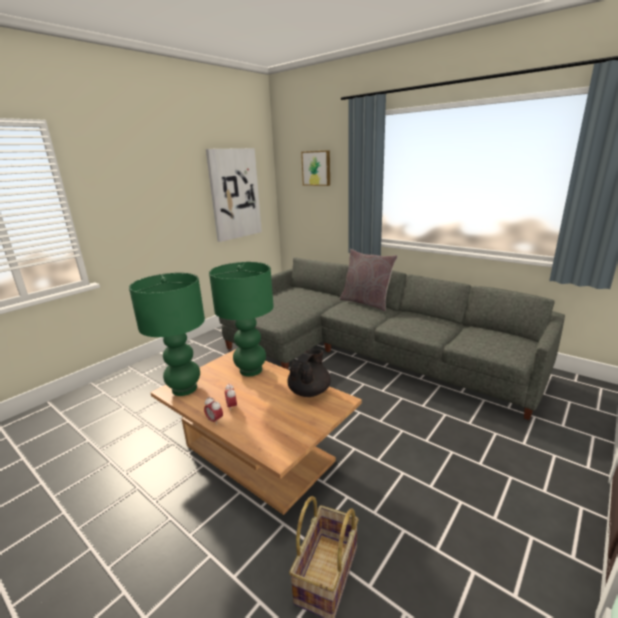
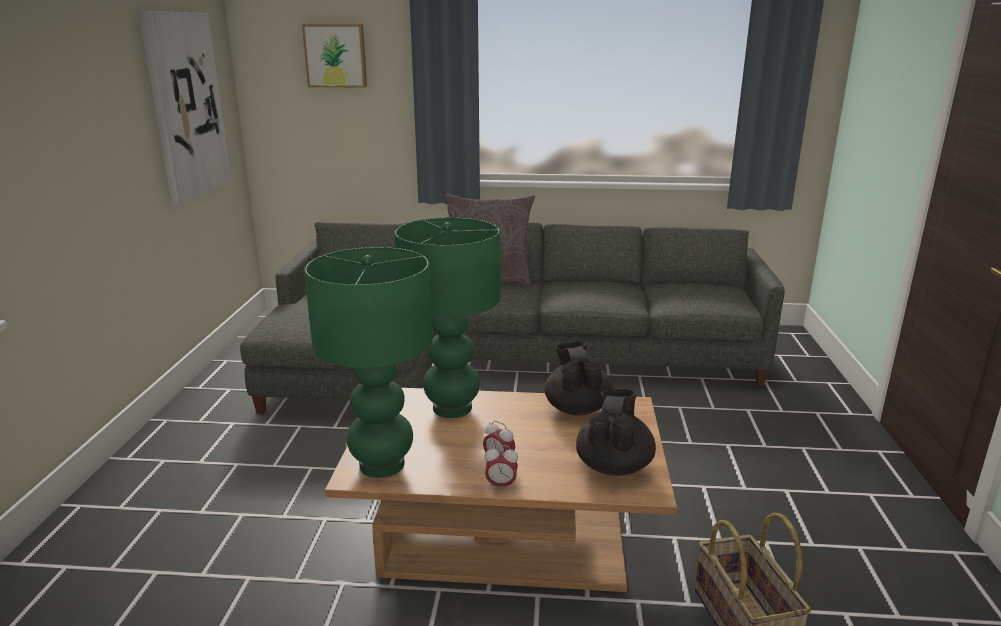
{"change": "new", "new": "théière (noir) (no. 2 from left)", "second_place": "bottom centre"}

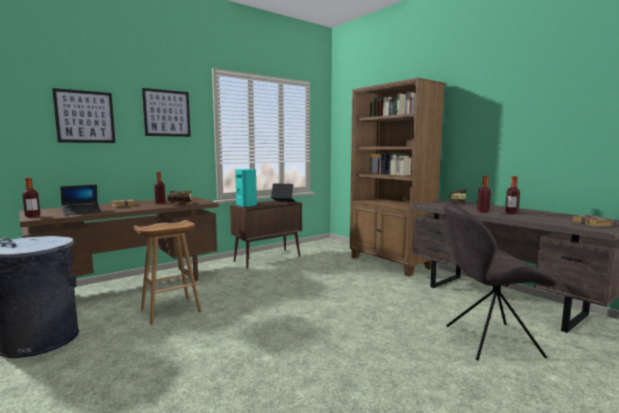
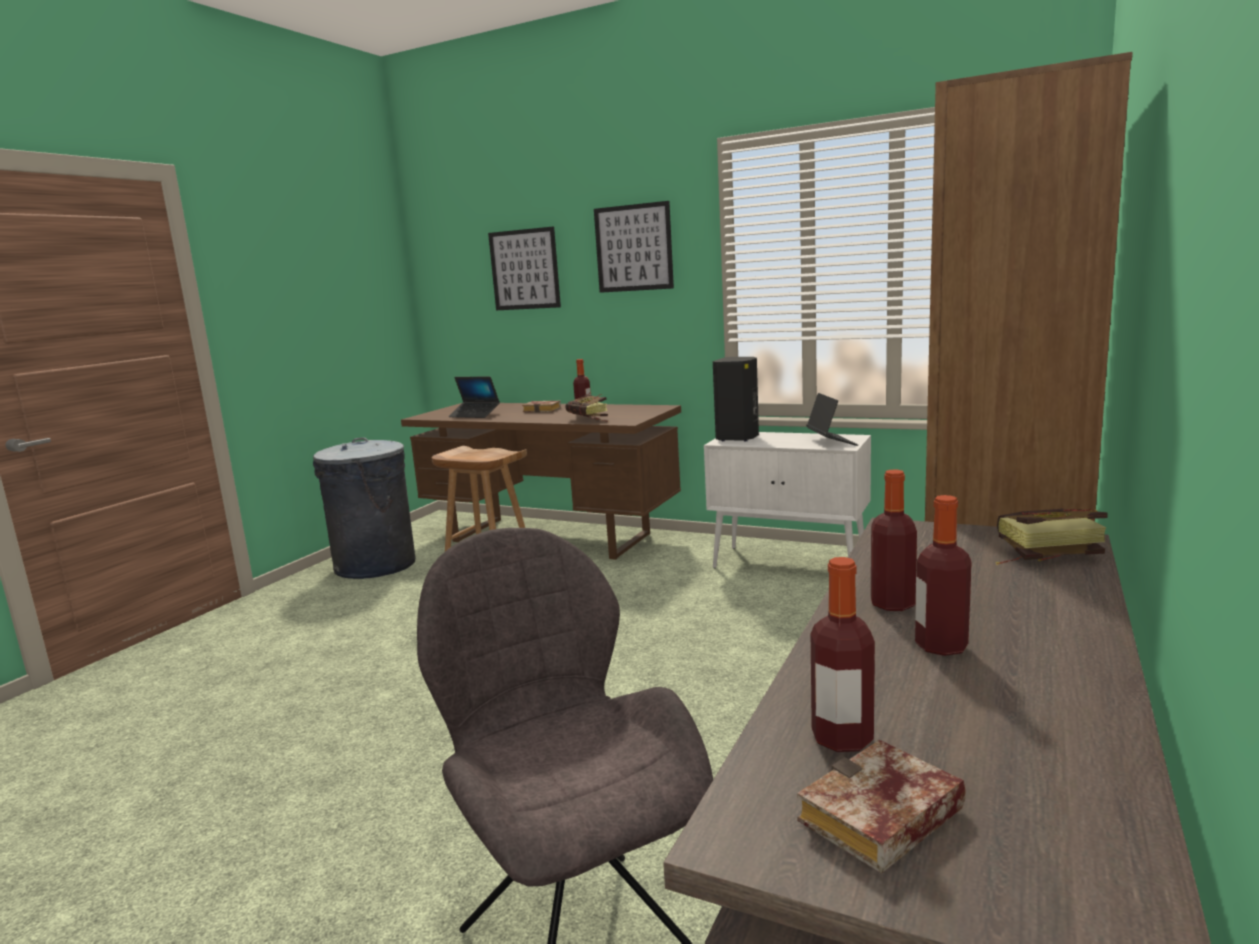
{"change": "shifted", "old": "bouteille (no. 1 from left in the first image)", "new": "bouteille (no. 2 from left)", "first_place": "middle left", "second_place": "bottom right"}
{"change": "repainted", "old": "meuble de rangement (marron)", "new": "meuble de rangement (blanc)", "first_place": "centre", "second_place": "centre"}
{"change": "repainted", "old": "enceinte (turquoise)", "new": "enceinte (noir)", "first_place": "centre", "second_place": "centre"}

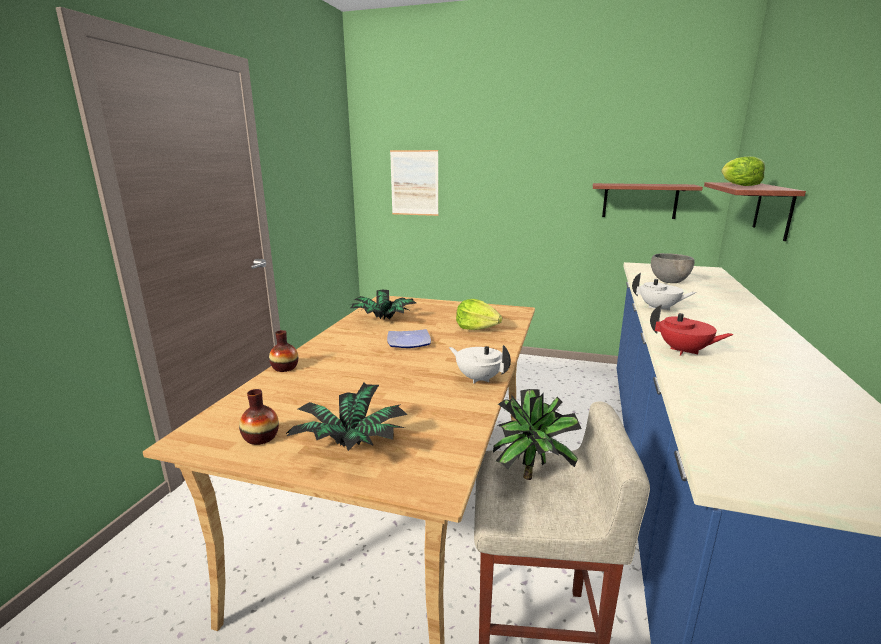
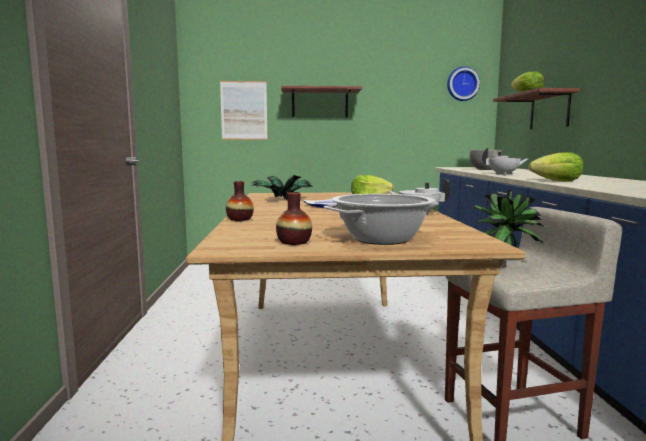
{"change": "new", "new": "horloge murale", "second_place": "top right"}
{"change": "shifted", "old": "étagère (no. 1 from left)", "first_place": "top right", "second_place": "top centre"}
{"change": "swapped", "old": "plante en pot (no. 1 from left)", "new": "marmite", "first_place": "centre", "second_place": "centre"}
{"change": "swapped", "old": "théière (rouge)", "new": "laitue (no. 3 from left)", "first_place": "middle right", "second_place": "middle right"}

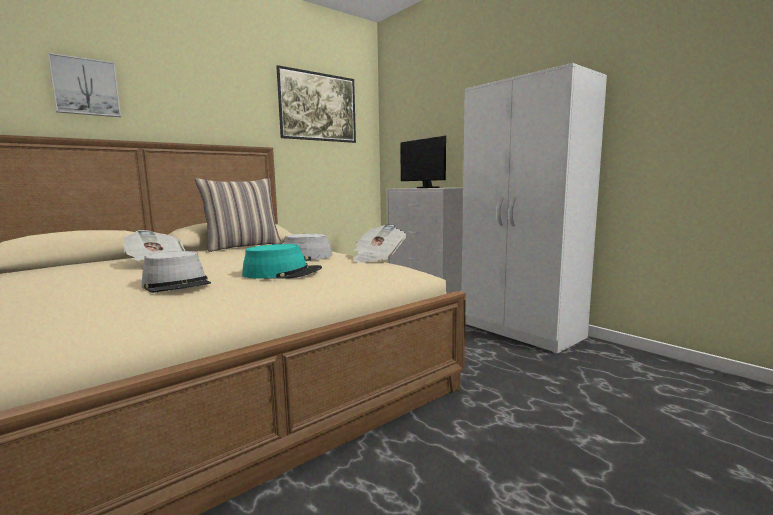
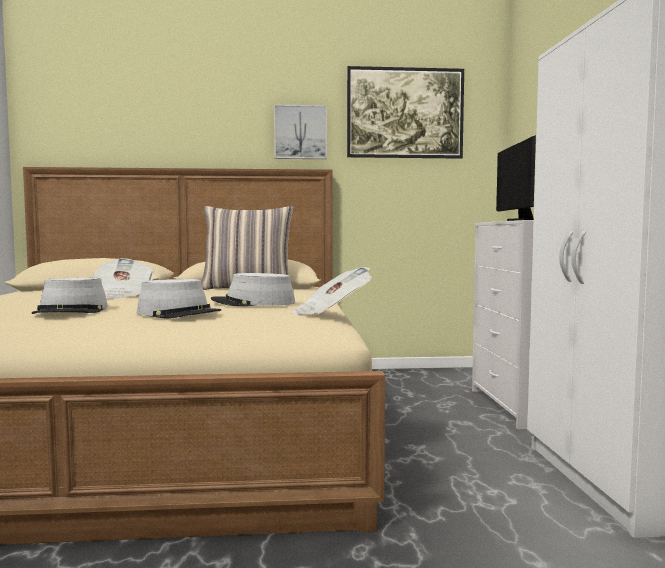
{"change": "shifted", "old": "tableau (no. 1 from left)", "first_place": "top left", "second_place": "top centre"}
{"change": "repainted", "old": "chapeau (turquoise)", "new": "chapeau (gris) (no. 2 from left)", "first_place": "centre", "second_place": "middle left"}

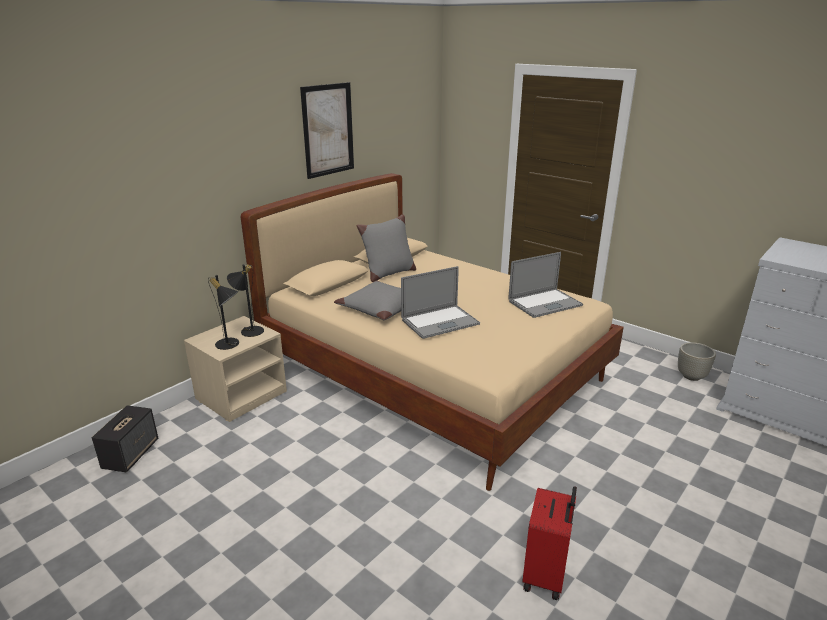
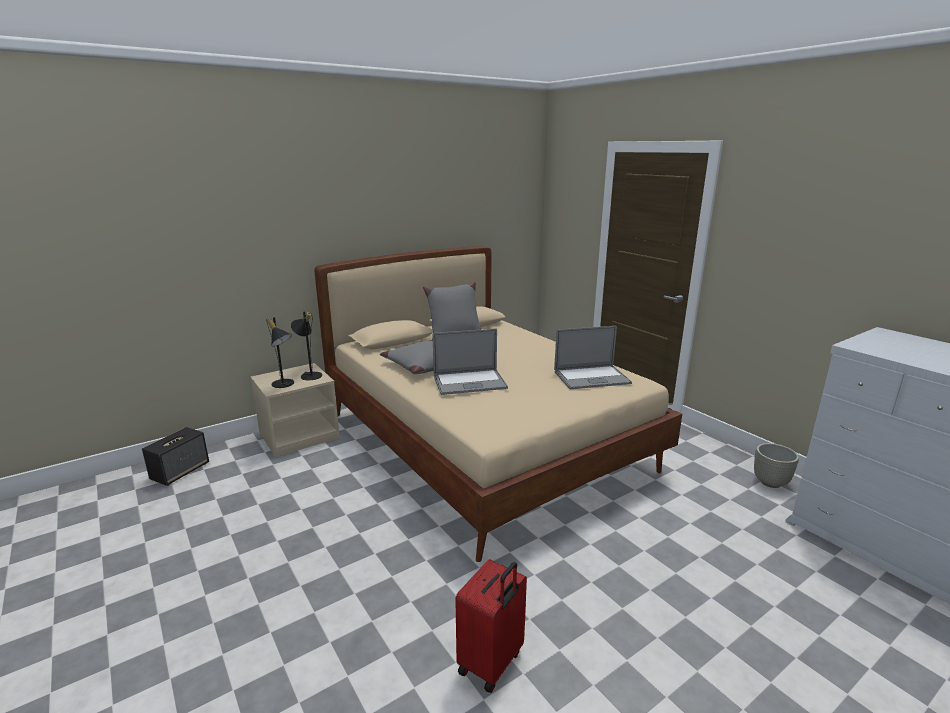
{"change": "gone", "old": "tableau", "first_place": "top centre"}

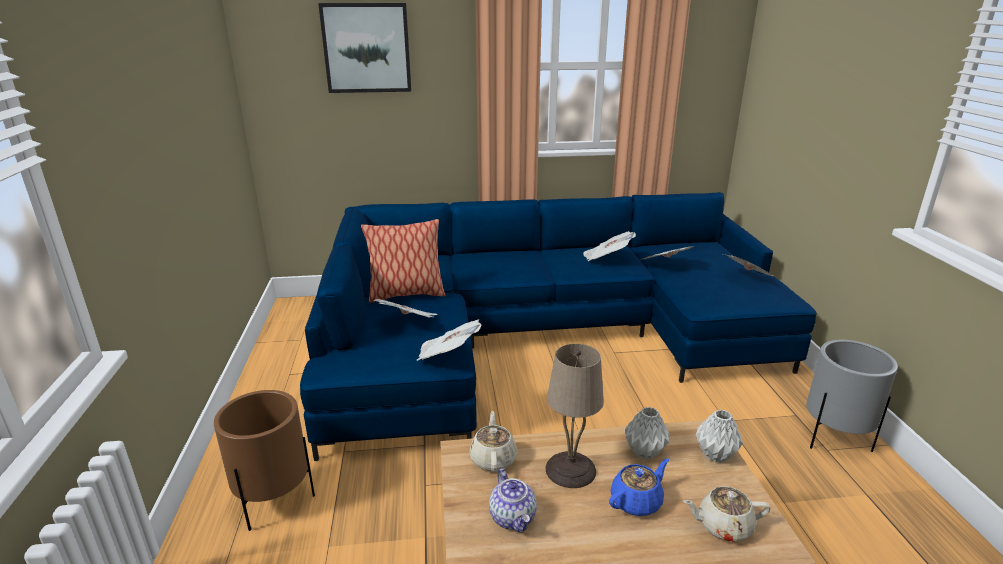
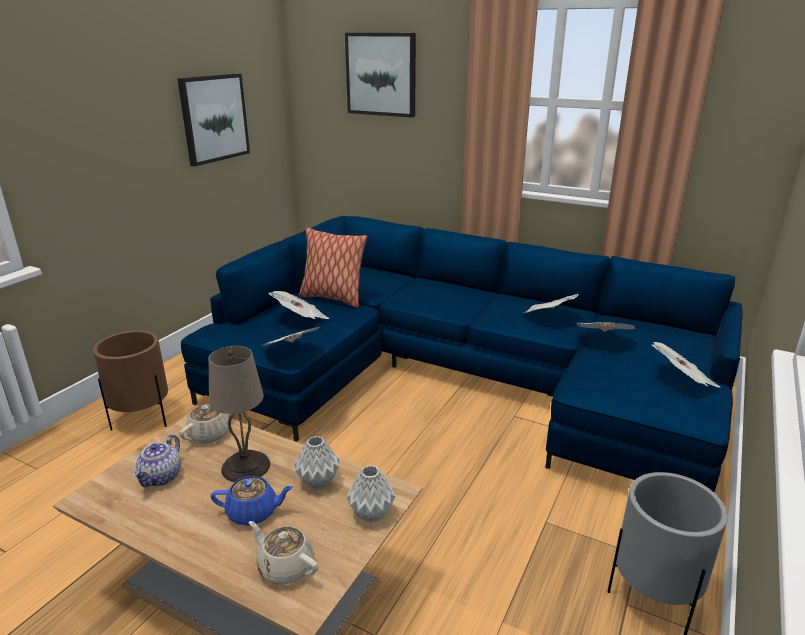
{"change": "new", "new": "tableau (no. 1 from left)", "second_place": "top left"}

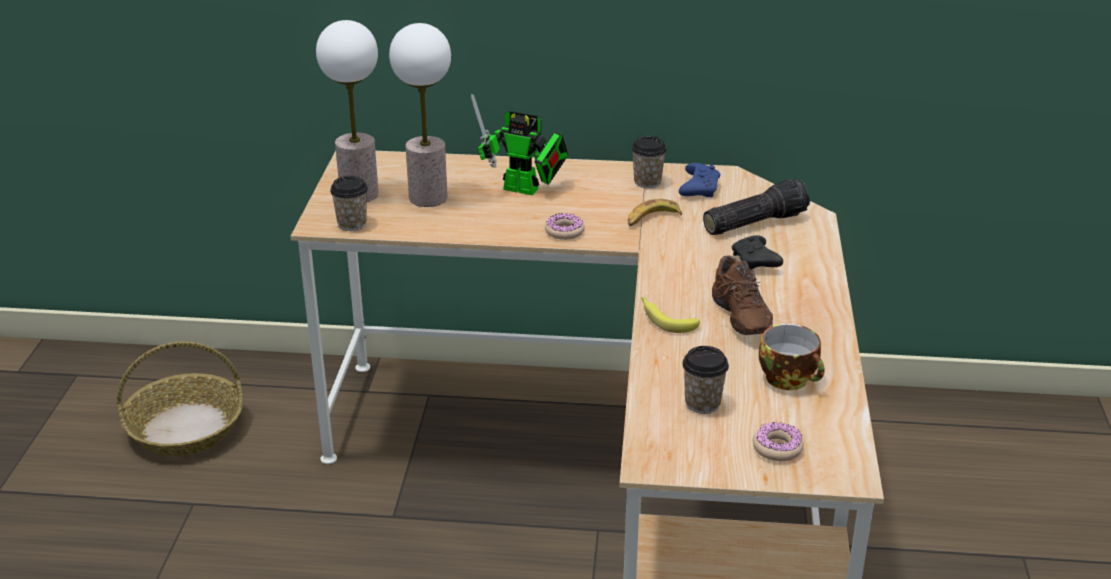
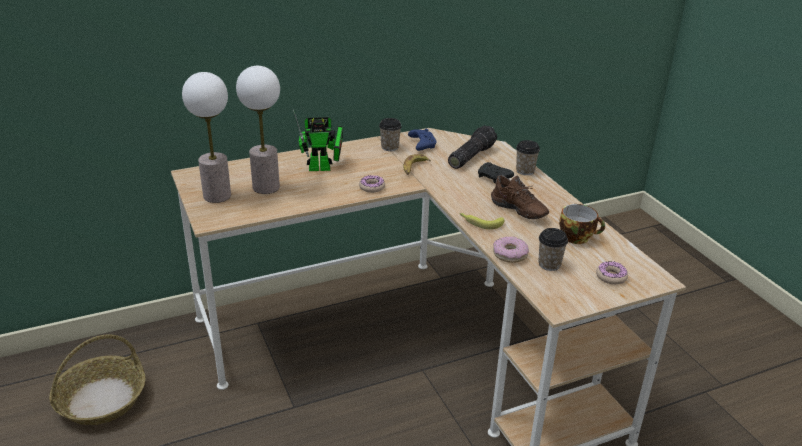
{"change": "new", "new": "beignet (no. 2 from left)", "second_place": "centre"}
{"change": "shifted", "old": "tasse (no. 1 from left in the first image)", "new": "tasse (no. 2 from left)", "first_place": "middle left", "second_place": "centre"}

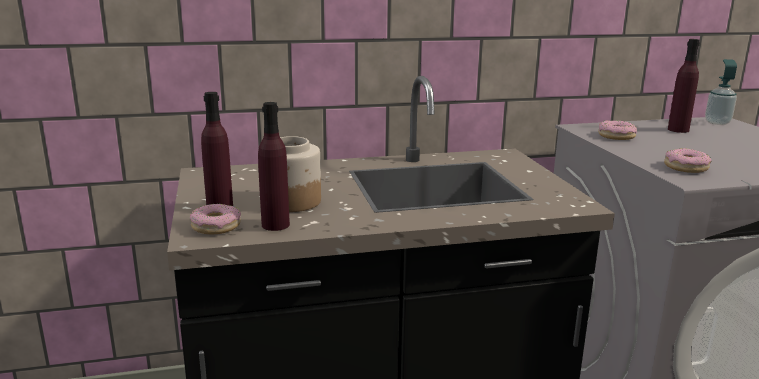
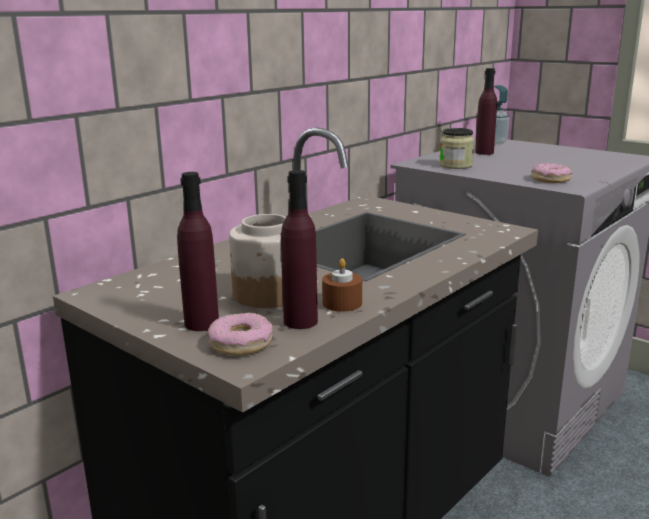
{"change": "new", "new": "bougie (marron)", "second_place": "centre"}
{"change": "swapped", "old": "beignet (no. 2 from left)", "new": "bocal (no. 2 from left)", "first_place": "middle right", "second_place": "top right"}

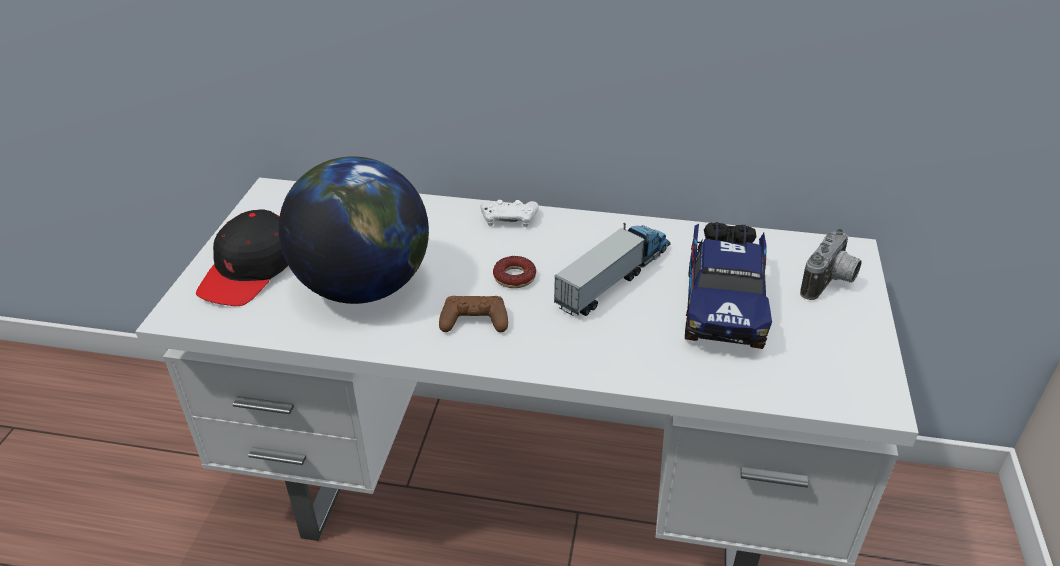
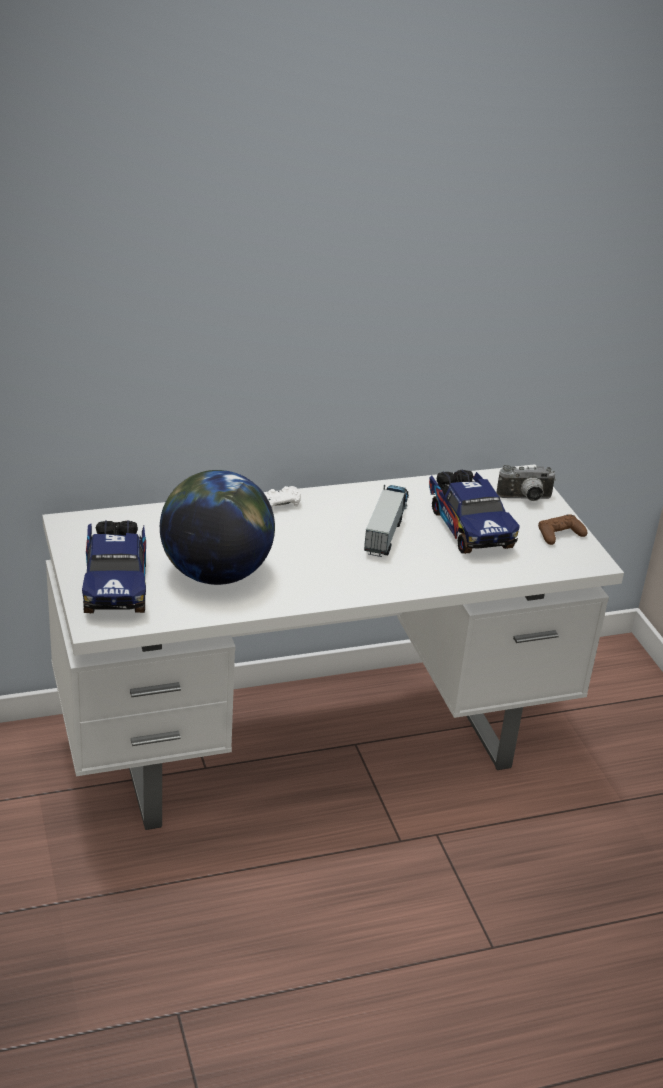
{"change": "gone", "old": "beignet", "first_place": "centre"}
{"change": "shifted", "old": "manette (marron)", "first_place": "centre", "second_place": "middle right"}
{"change": "swapped", "old": "casquette (noir)", "new": "camion jouet (no. 1 from left)", "first_place": "middle left", "second_place": "middle left"}
{"change": "rotated", "old": "appareil photo", "first_place": "middle right", "second_place": "middle right", "degrees": 75}

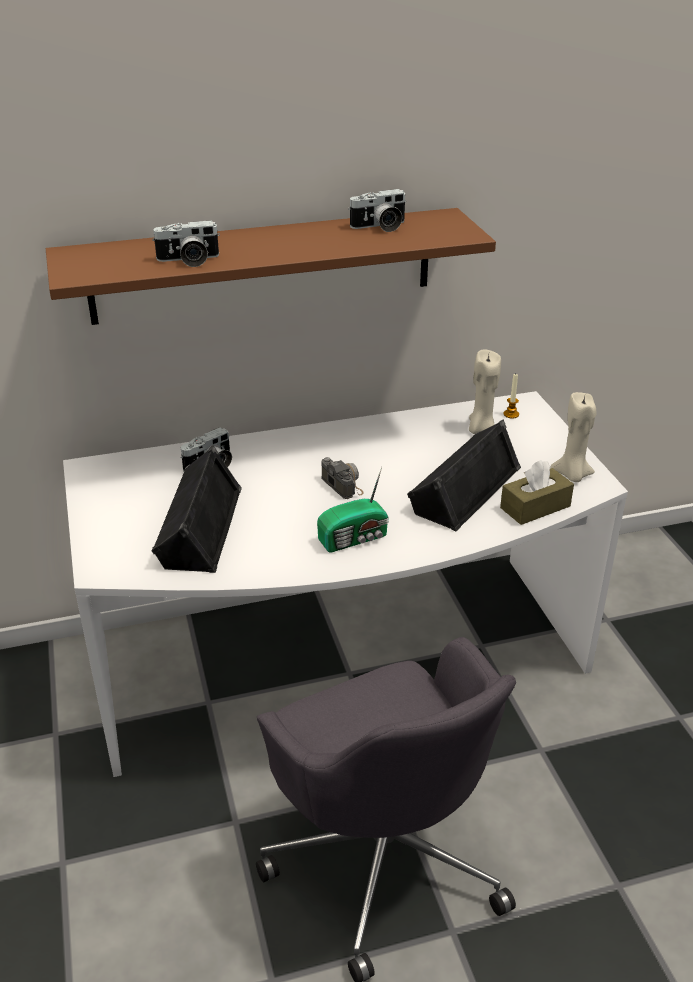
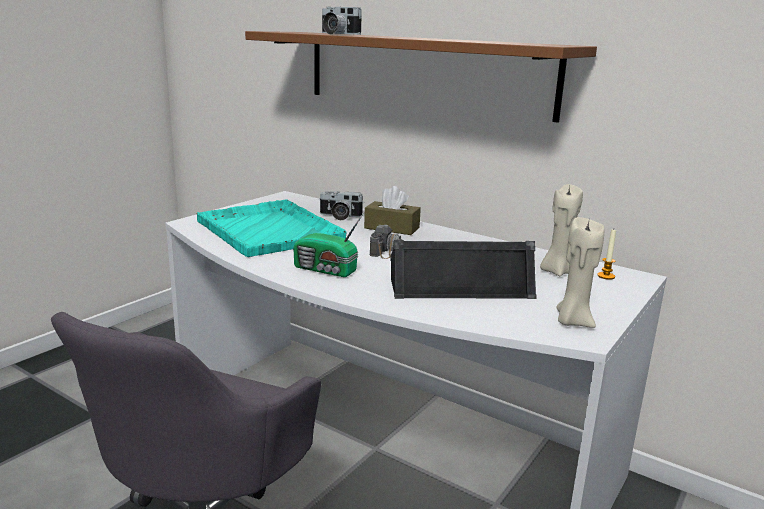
{"change": "gone", "old": "appareil photo (no. 4 from left)", "first_place": "top centre"}
{"change": "shifted", "old": "boîte à mouchoirs (marron)", "first_place": "middle right", "second_place": "centre"}
{"change": "swapped", "old": "enceinte (noir) (no. 1 from left)", "new": "plateau (turquoise)", "first_place": "middle left", "second_place": "centre"}

